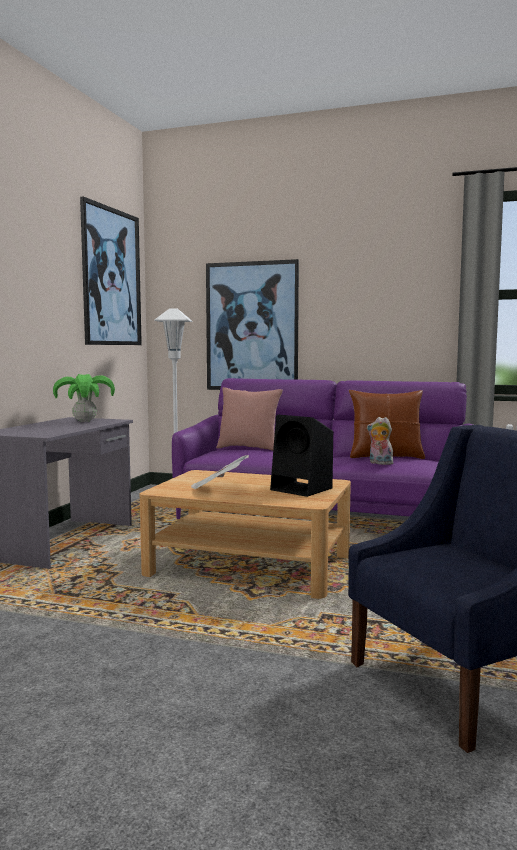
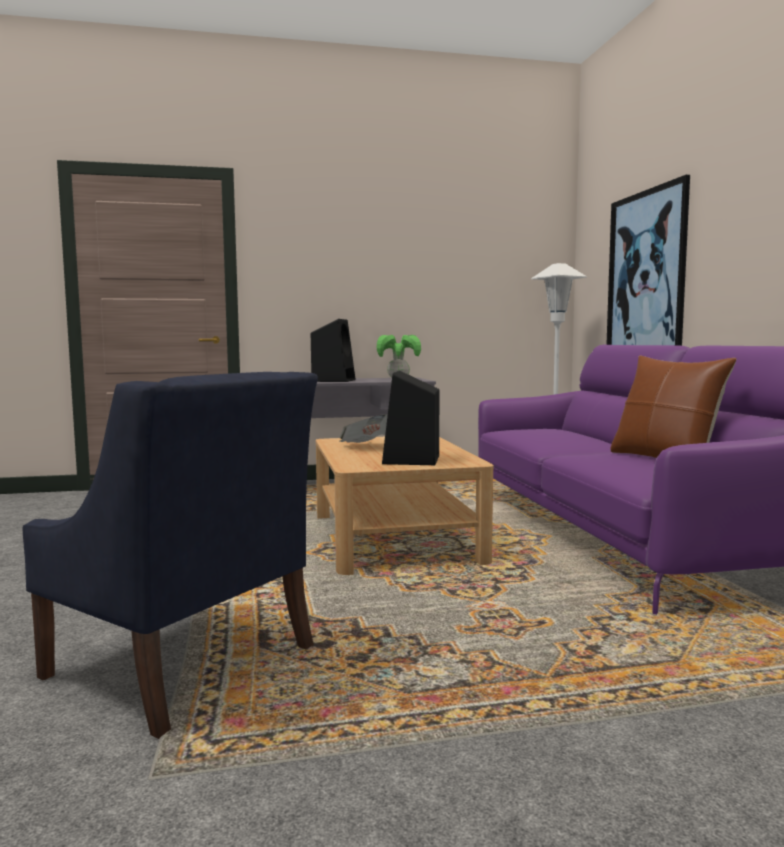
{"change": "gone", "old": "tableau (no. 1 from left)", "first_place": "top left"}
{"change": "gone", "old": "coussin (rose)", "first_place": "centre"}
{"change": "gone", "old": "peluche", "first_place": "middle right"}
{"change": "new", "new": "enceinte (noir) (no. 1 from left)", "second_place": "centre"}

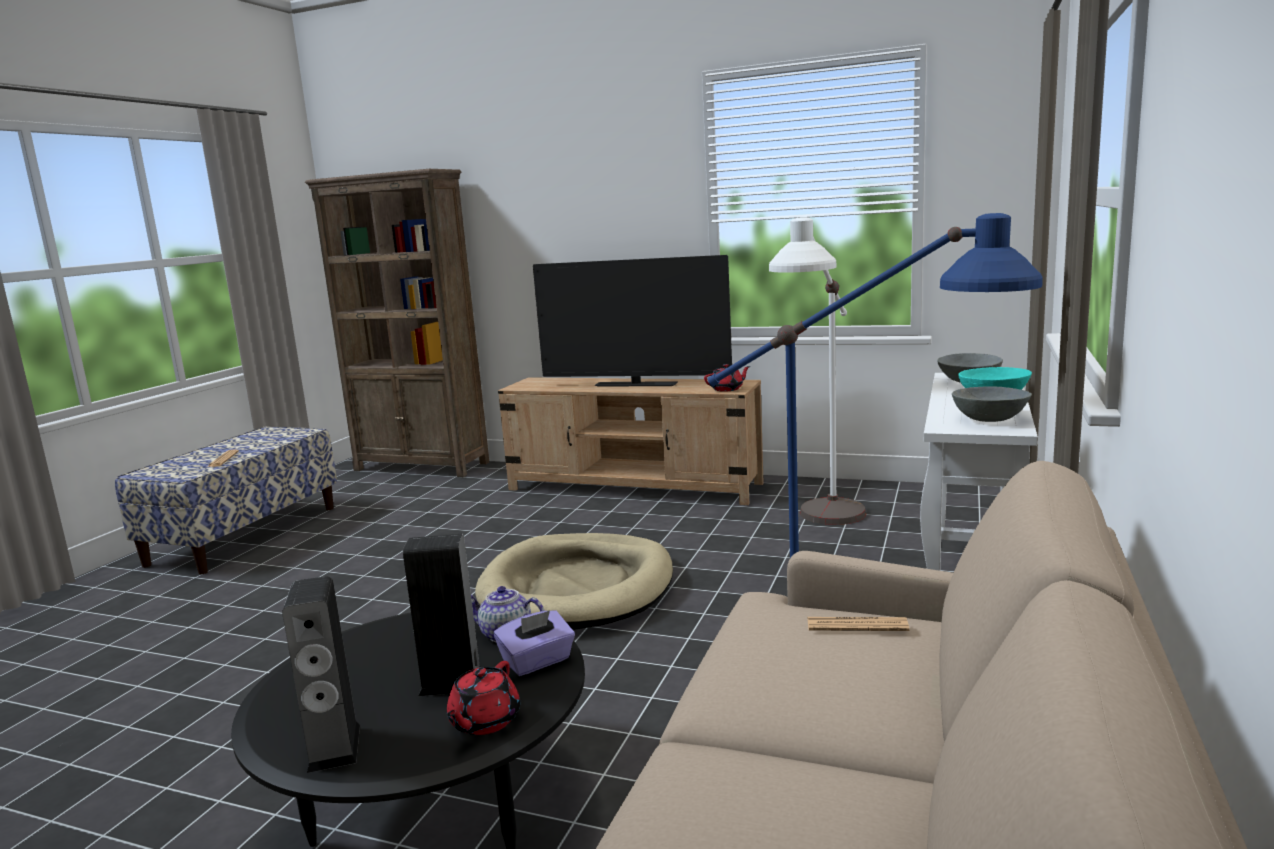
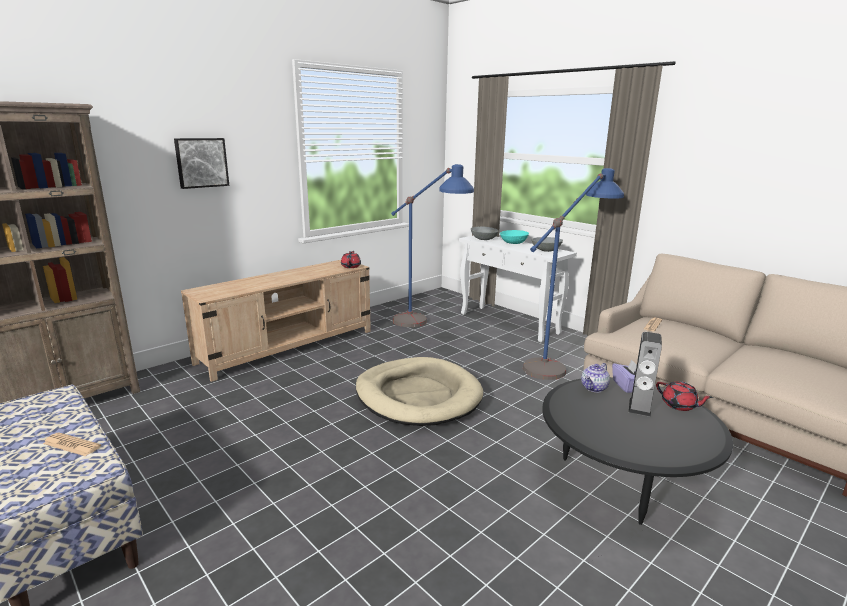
{"change": "gone", "old": "enceinte (no. 1 from left)", "first_place": "bottom left"}
{"change": "gone", "old": "téléviseur", "first_place": "centre"}
{"change": "new", "new": "tableau", "second_place": "top left"}
{"change": "repainted", "old": "lampadaire (blanc)", "new": "lampadaire (bleu) (no. 1 from left)", "first_place": "centre", "second_place": "centre"}

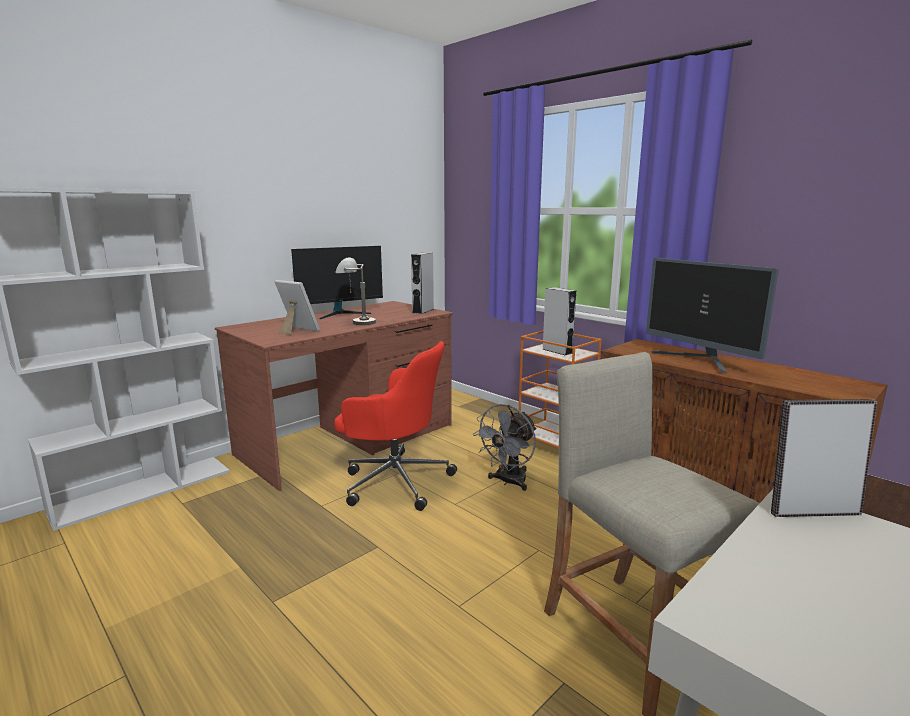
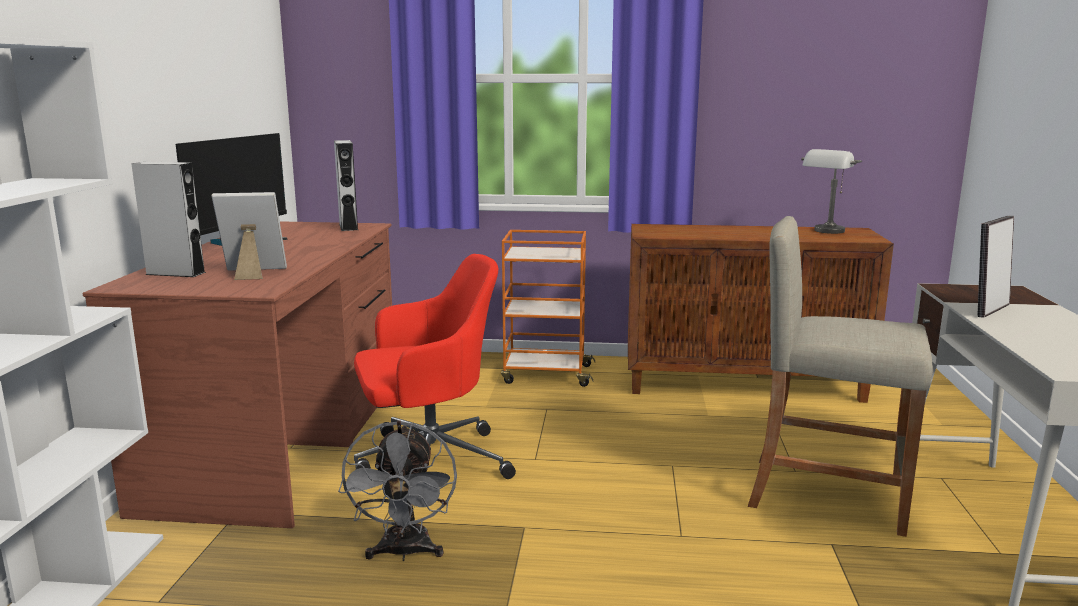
{"change": "gone", "old": "écran d'ordinateur (no. 2 from left)", "first_place": "middle right"}
{"change": "shifted", "old": "lampe de table (gris)", "first_place": "centre", "second_place": "top right"}
{"change": "shifted", "old": "ventilateur (gris)", "first_place": "centre", "second_place": "bottom centre"}
{"change": "shifted", "old": "enceinte (gris) (no. 2 from left in the first image)", "new": "enceinte (gris) (no. 1 from left)", "first_place": "centre", "second_place": "middle left"}

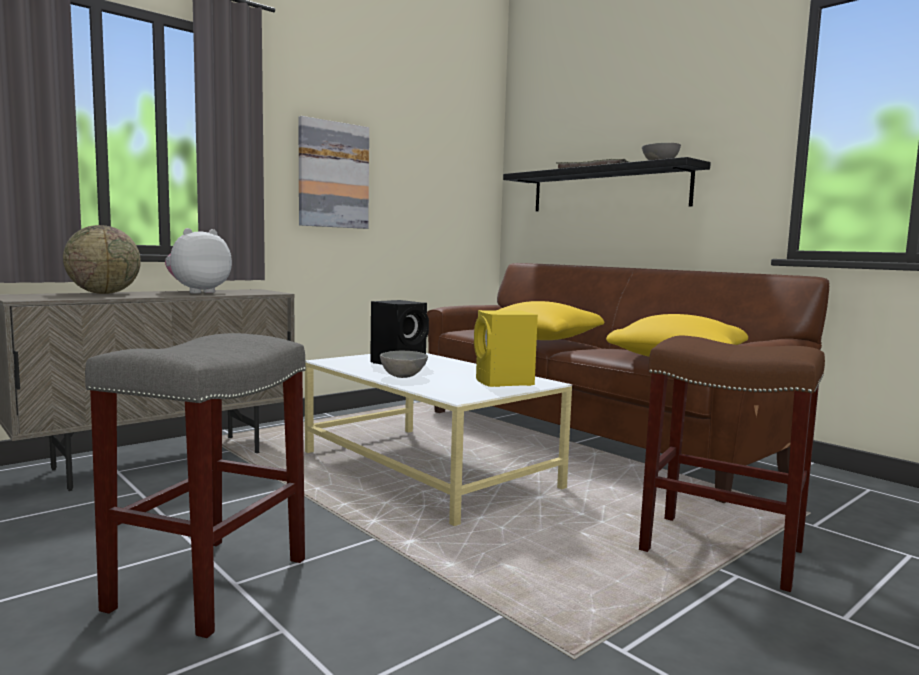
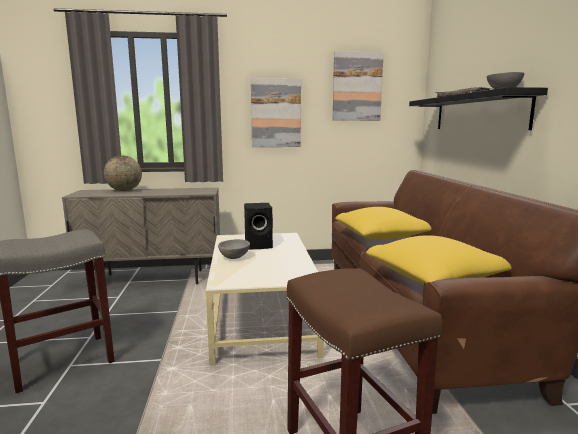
{"change": "gone", "old": "peluche", "first_place": "middle left"}
{"change": "gone", "old": "enceinte (jaune)", "first_place": "centre"}
{"change": "new", "new": "tableau (no. 2 from left)", "second_place": "top centre"}

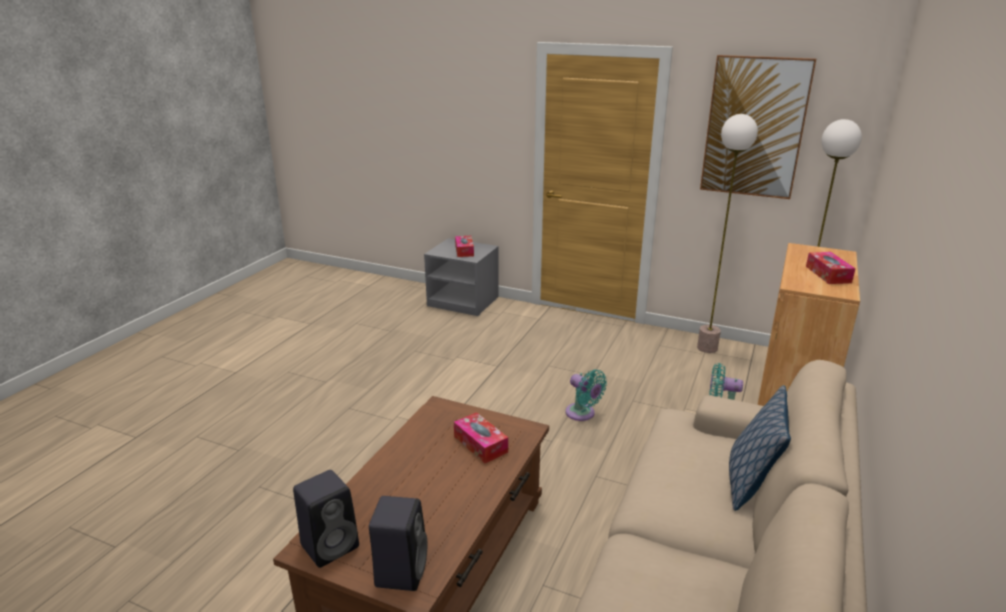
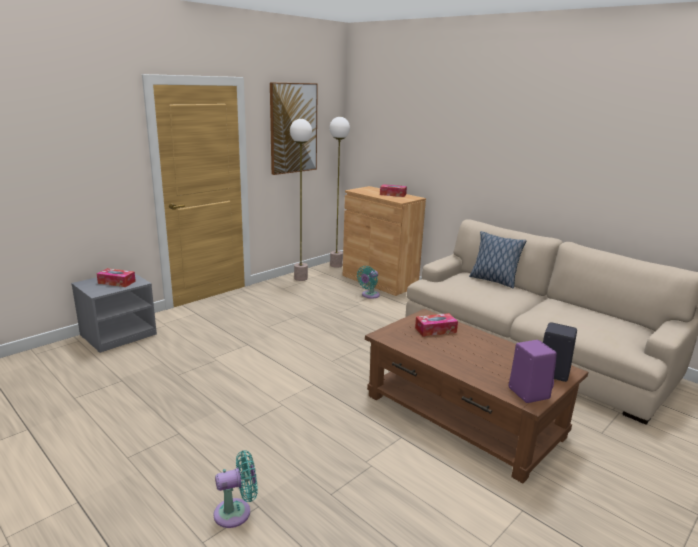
{"change": "shifted", "old": "ventilateur (turquoise) (no. 1 from left)", "first_place": "centre", "second_place": "bottom centre"}
{"change": "repainted", "old": "enceinte (noir) (no. 1 from left)", "new": "enceinte (violet)", "first_place": "bottom left", "second_place": "bottom right"}

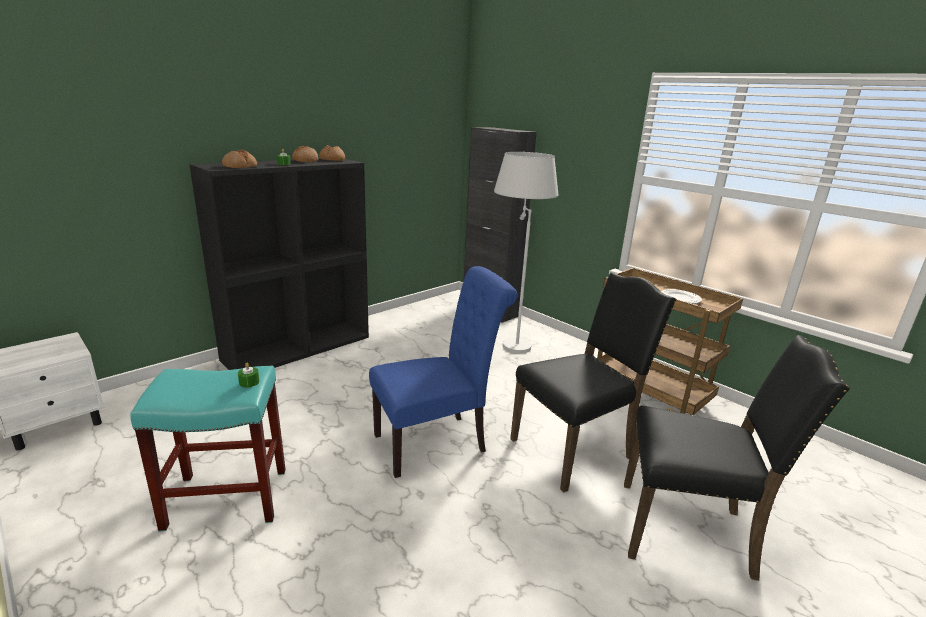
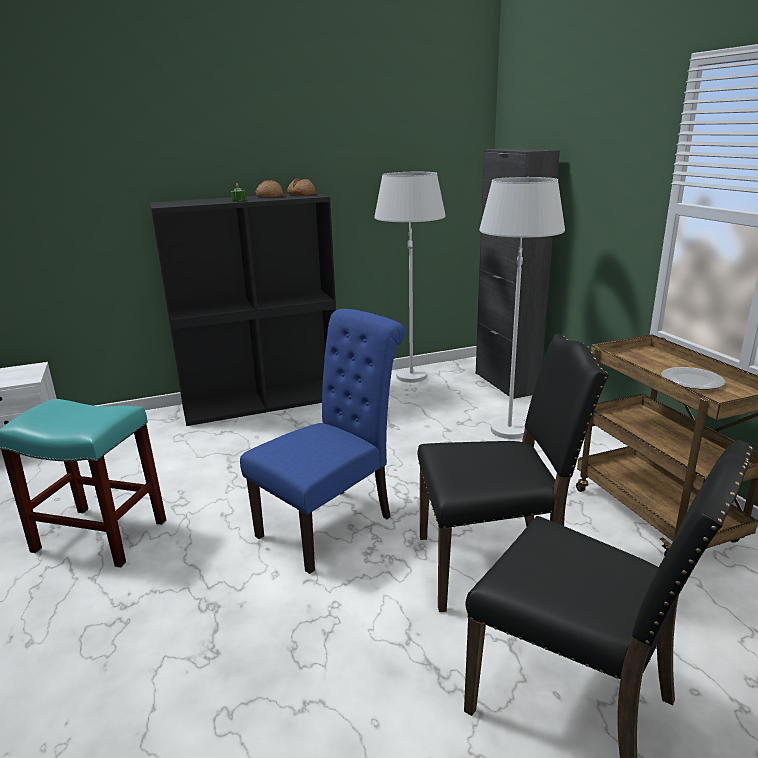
{"change": "gone", "old": "pain (no. 1 from left)", "first_place": "top left"}
{"change": "gone", "old": "bougie (vert) (no. 1 from left)", "first_place": "middle left"}
{"change": "new", "new": "lampadaire (blanc) (no. 1 from left)", "second_place": "centre"}
{"change": "rotated", "old": "chaise (bleu)", "first_place": "centre", "second_place": "centre", "degrees": -45}

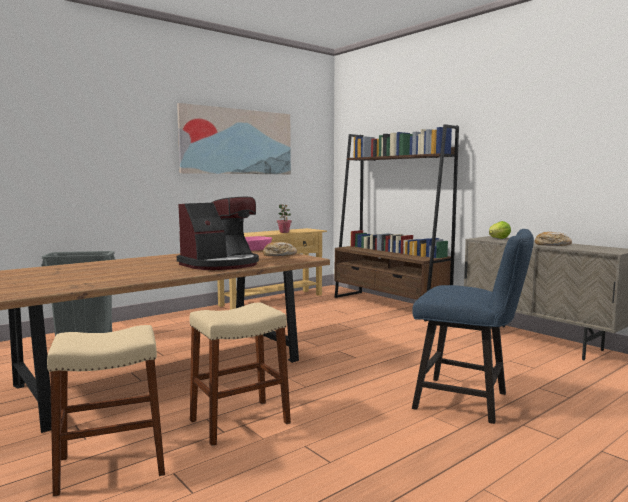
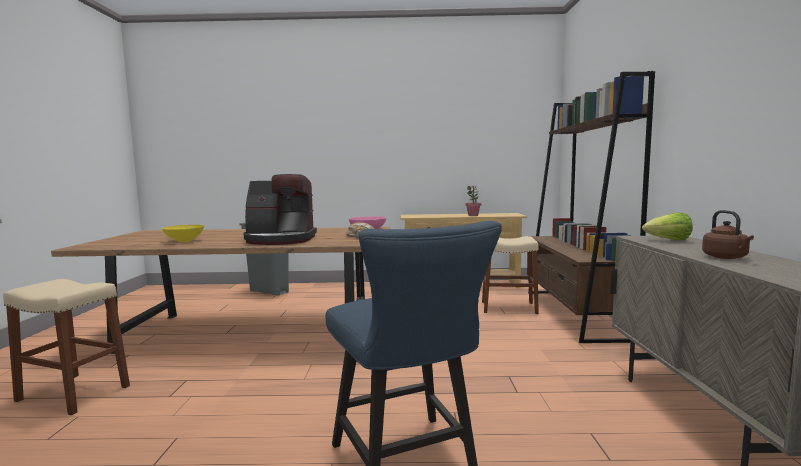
{"change": "gone", "old": "tableau", "first_place": "top centre"}
{"change": "new", "new": "bol (jaune)", "second_place": "middle left"}
{"change": "shifted", "old": "tabouret (beige) (no. 2 from left)", "first_place": "bottom centre", "second_place": "centre"}
{"change": "swapped", "old": "pain (no. 2 from left)", "new": "bouilloire (marron)", "first_place": "middle right", "second_place": "middle right"}

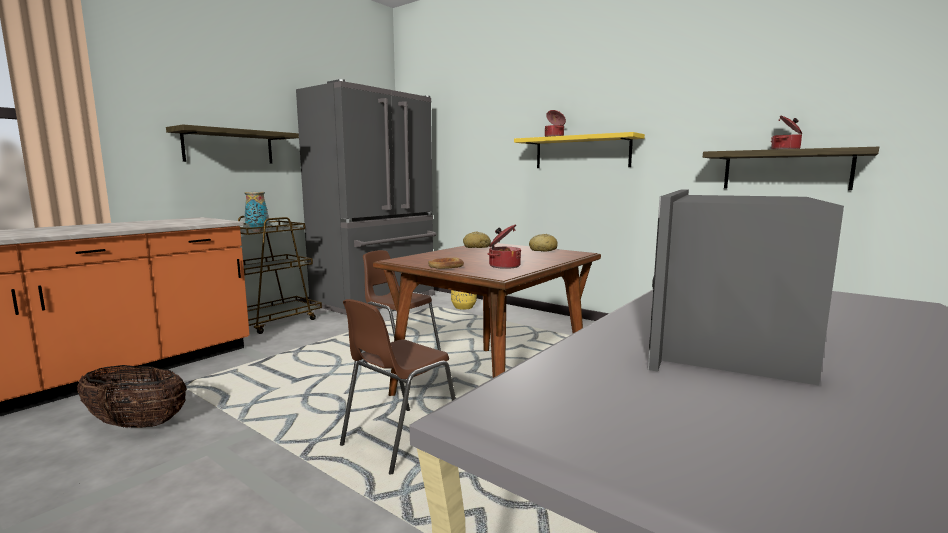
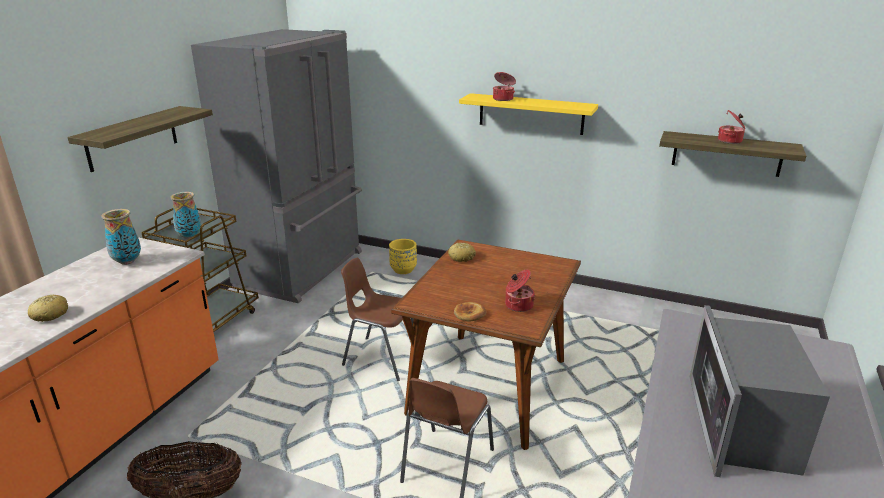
{"change": "new", "new": "vase (no. 1 from left)", "second_place": "middle left"}
{"change": "shifted", "old": "pain (no. 3 from left in the first image)", "new": "pain (no. 1 from left)", "first_place": "centre", "second_place": "middle left"}

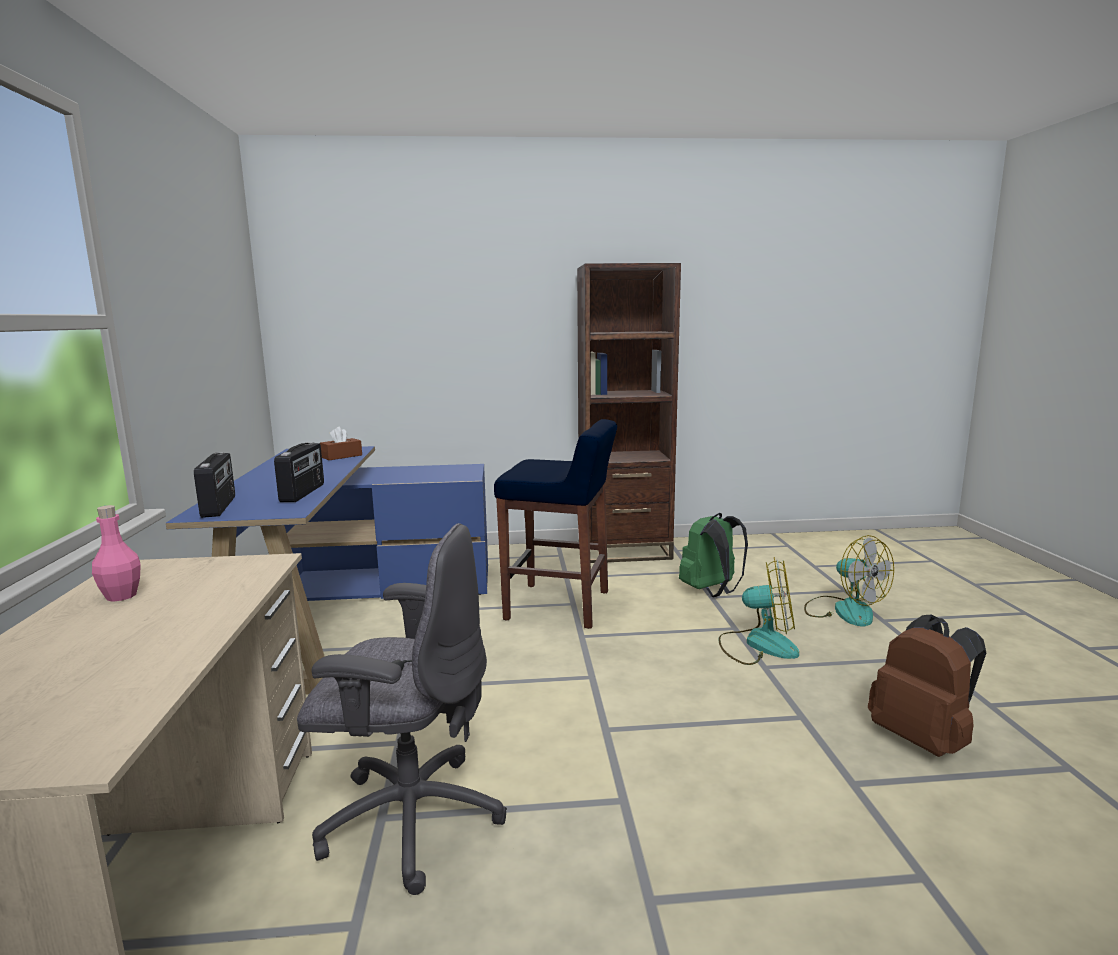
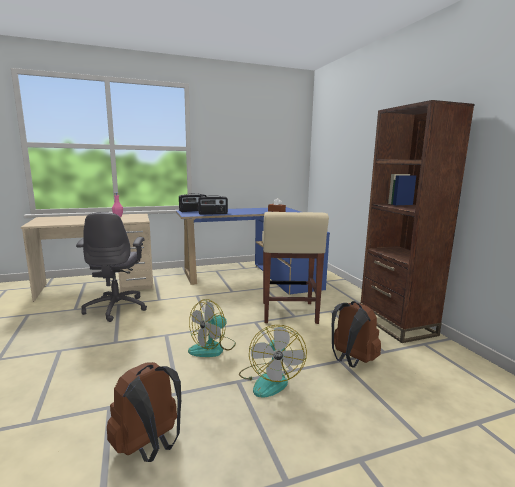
{"change": "shifted", "old": "ventilateur (no. 2 from left in the first image)", "new": "ventilateur (no. 1 from left)", "first_place": "middle right", "second_place": "bottom centre"}
{"change": "repainted", "old": "tabouret (bleu)", "new": "tabouret (beige)", "first_place": "centre", "second_place": "centre"}
{"change": "repainted", "old": "sac à dos (vert)", "new": "sac à dos (marron) (no. 2 from left)", "first_place": "centre", "second_place": "bottom right"}

